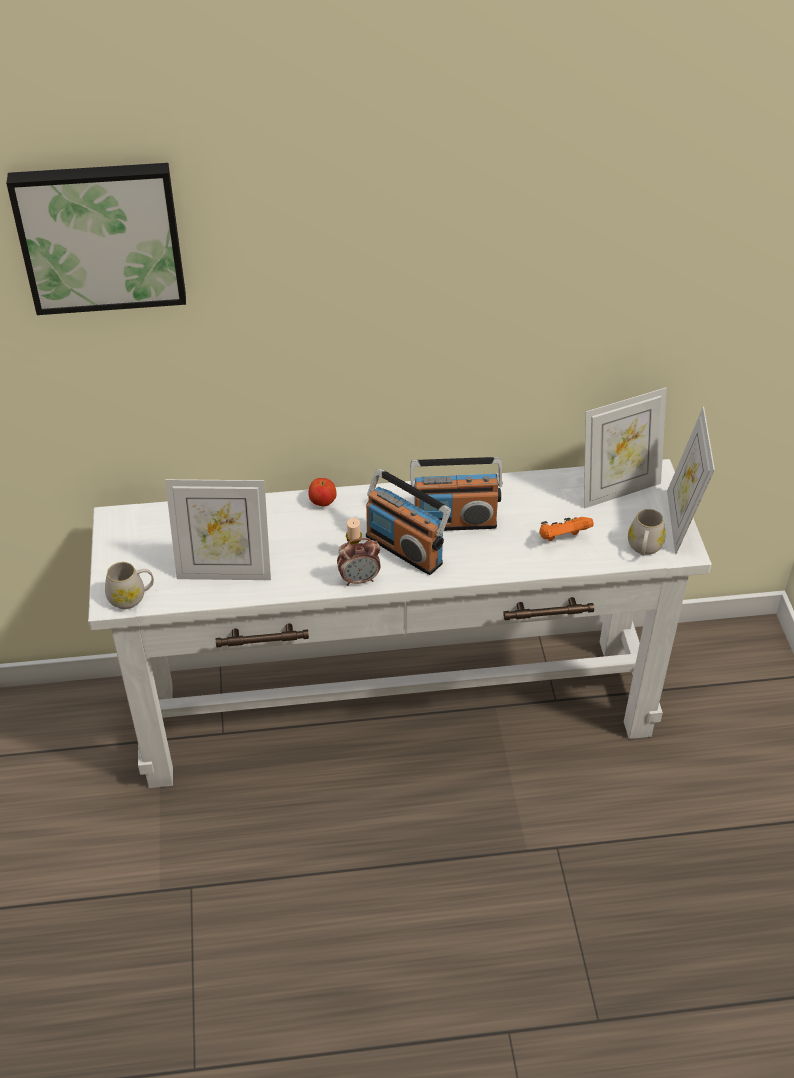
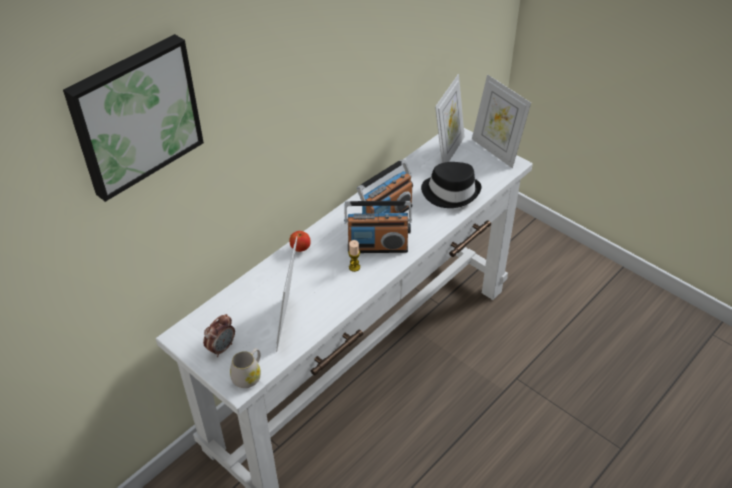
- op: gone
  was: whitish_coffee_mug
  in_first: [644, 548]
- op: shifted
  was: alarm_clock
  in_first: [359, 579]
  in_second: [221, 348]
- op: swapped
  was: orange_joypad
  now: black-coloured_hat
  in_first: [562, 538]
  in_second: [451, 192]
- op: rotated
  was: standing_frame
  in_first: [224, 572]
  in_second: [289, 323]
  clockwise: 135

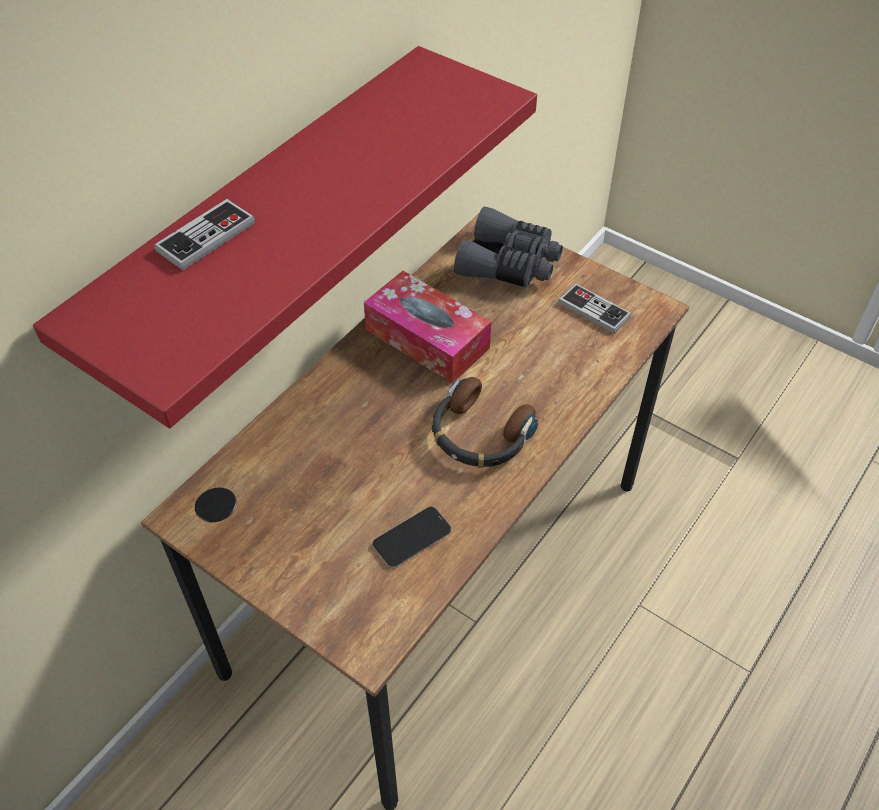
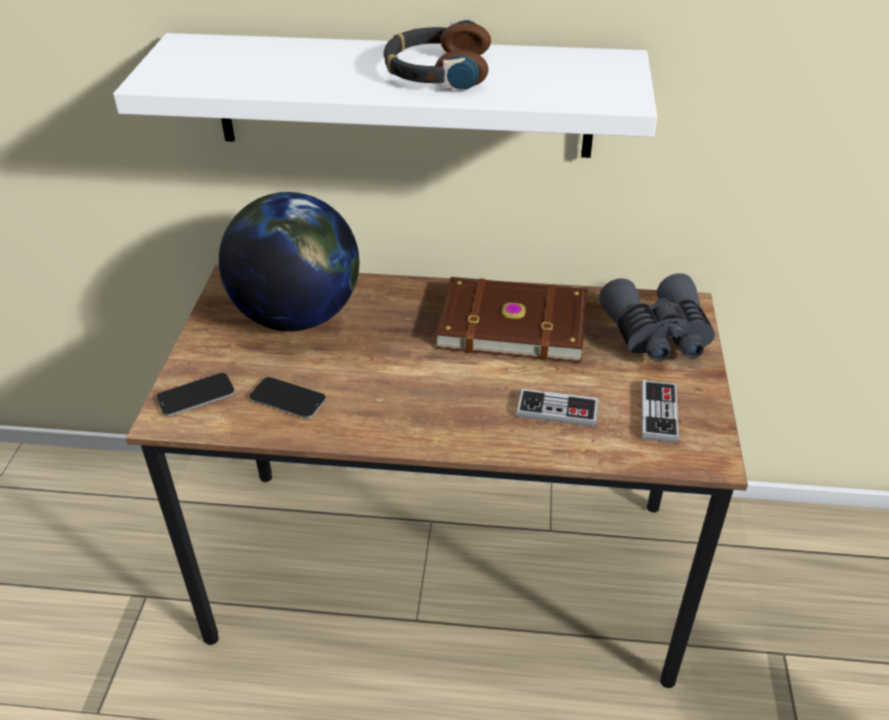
- op: new
  now: handset
  in_second: [196, 396]
- op: new
  now: desk_globe
  in_second: [297, 315]
- op: shifted
  was: joypad
  in_first: [206, 237]
  in_second: [557, 410]
- op: shifted
  was: headphones
  in_first: [479, 434]
  in_second: [436, 71]
- op: swapped
  was: tissue_holder
  now: brownish_book
  in_first: [427, 339]
  in_second: [512, 323]
- op: repainted
  was: red-coloured_shelf
  now: whitish_shelf
  in_first: [261, 216]
  in_second: [403, 96]

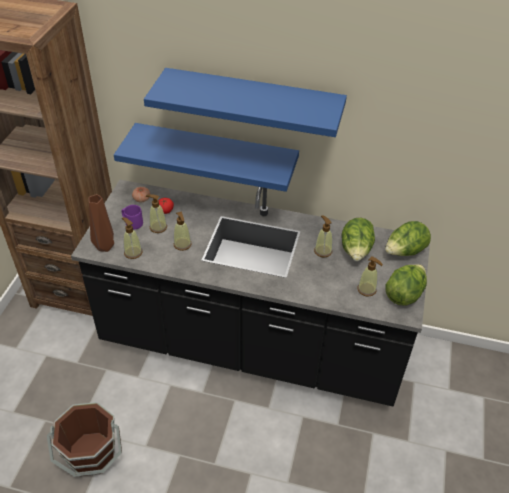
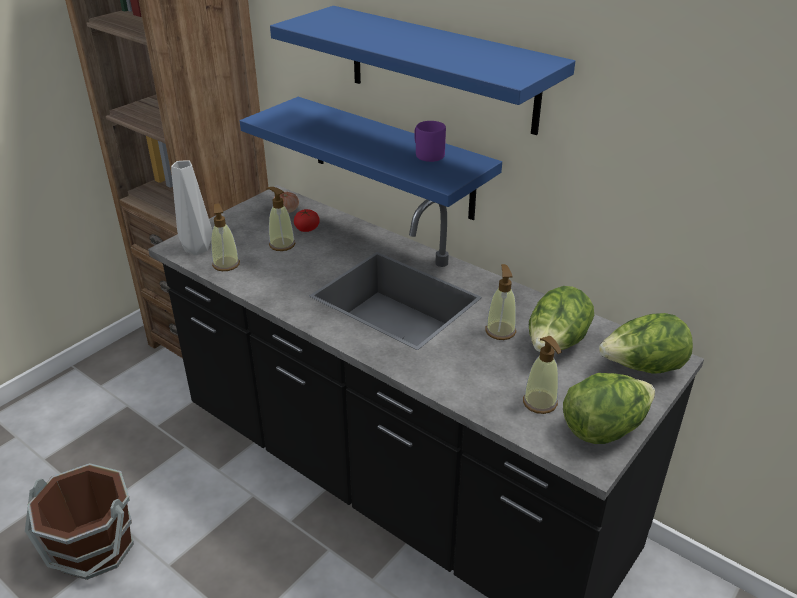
- op: gone
  was: soap_bottle
  in_first: [182, 244]
- op: shifted
  was: purple-coloured_coffee_mug
  in_first: [132, 223]
  in_second: [427, 154]
- op: repainted
  was: brownish_flower_vase
  now: grey_flower_vase
  in_first: [106, 246]
  in_second: [198, 249]

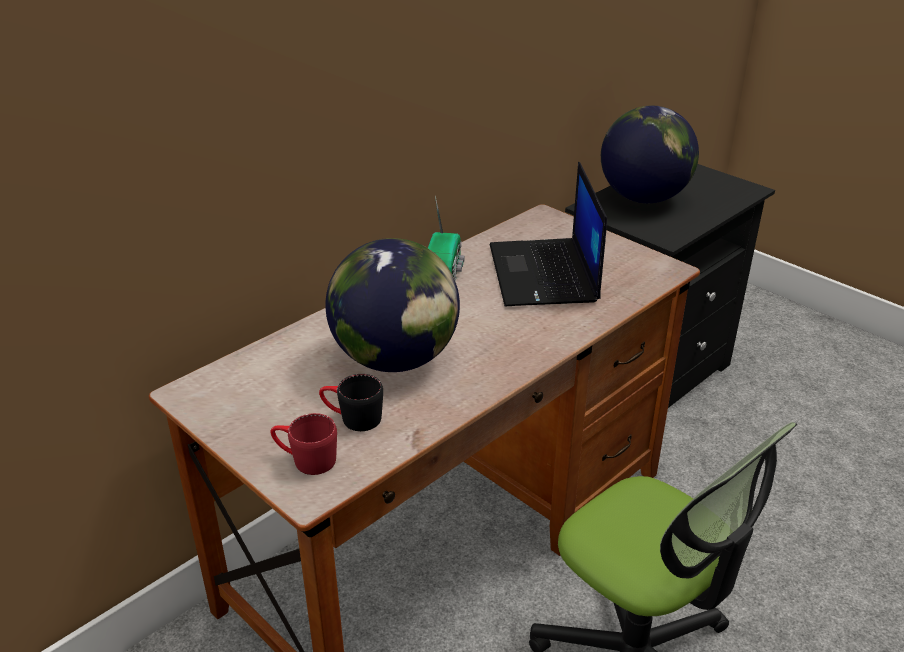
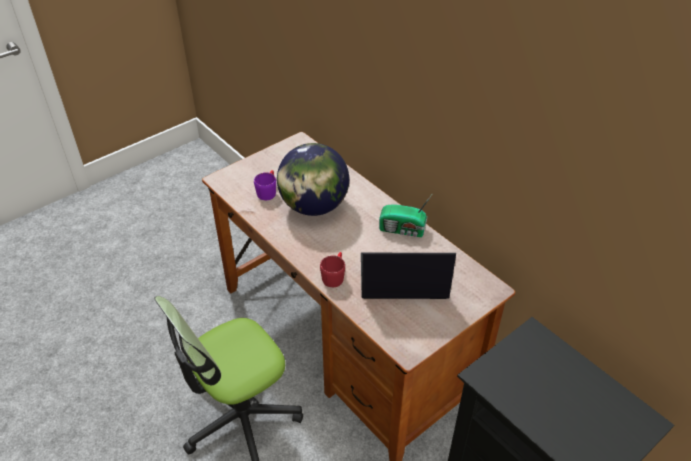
- op: gone
  was: desk_globe
  in_first: [643, 198]
- op: shifted
  was: red-coloured_coffee_mug
  in_first: [305, 459]
  in_second: [334, 275]
- op: repainted
  was: black-coloured_coffee_mug
  now: purple-coloured_coffee_mug
  in_first: [352, 418]
  in_second: [268, 191]

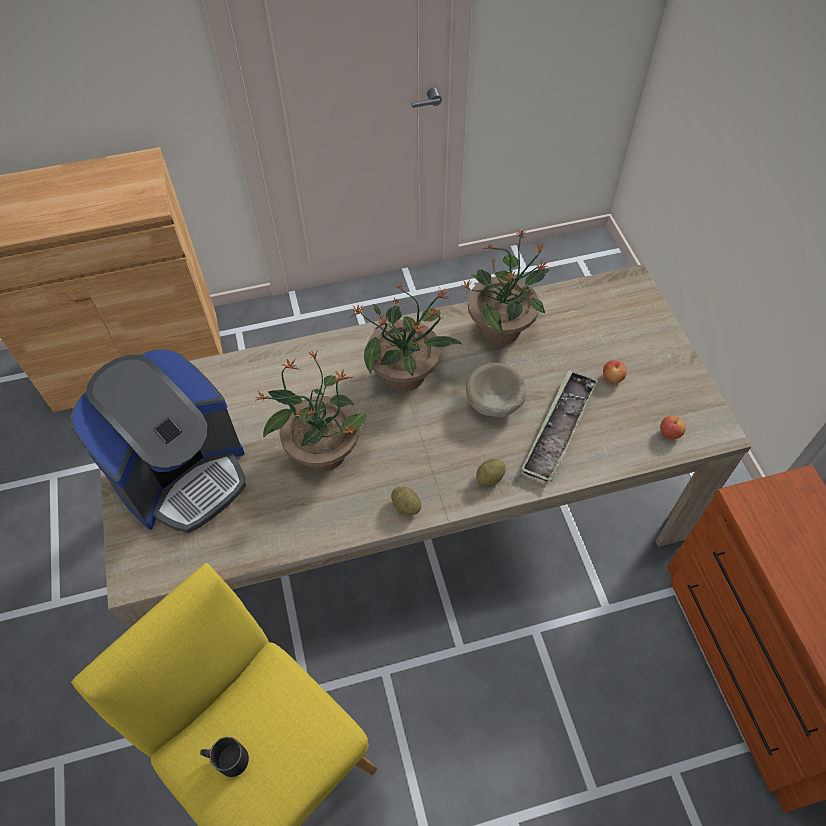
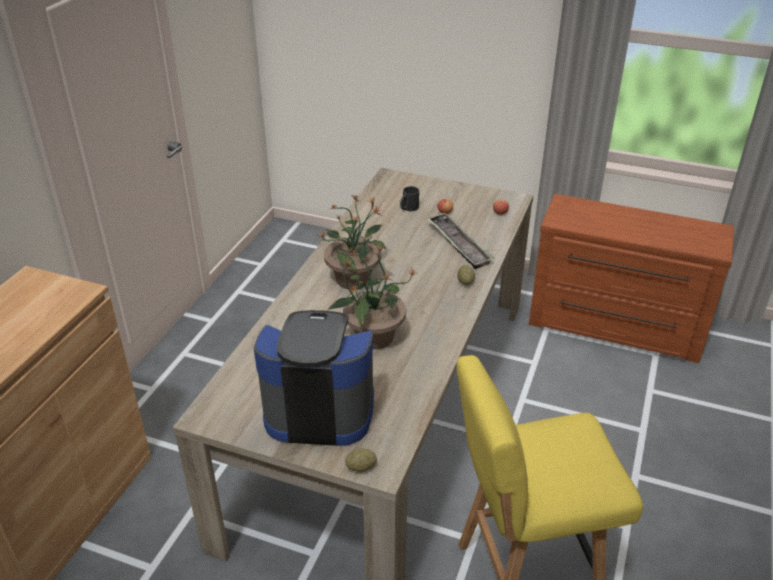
- op: gone
  was: houseplant
  in_first: [501, 328]
- op: gone
  was: sand-coloured_serving_bowl
  in_first: [493, 403]
- op: shifted
  was: black-coloured_coffee_mug
  in_first: [226, 759]
  in_second: [408, 208]
- op: shifted
  was: whole_potato
  in_first: [406, 506]
  in_second: [361, 467]
- op: rotated
  was: coffee_machine
  in_first: [182, 474]
  in_second: [319, 410]
  clockwise: -75

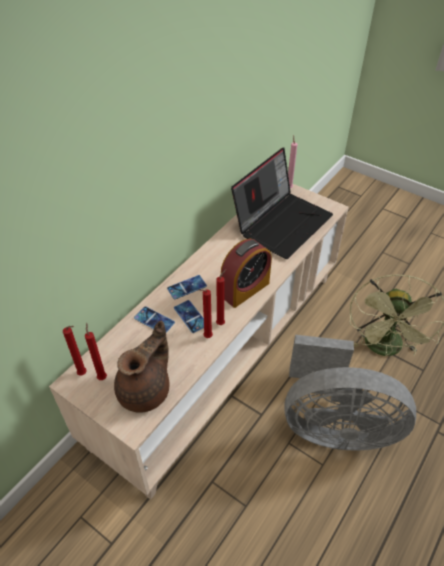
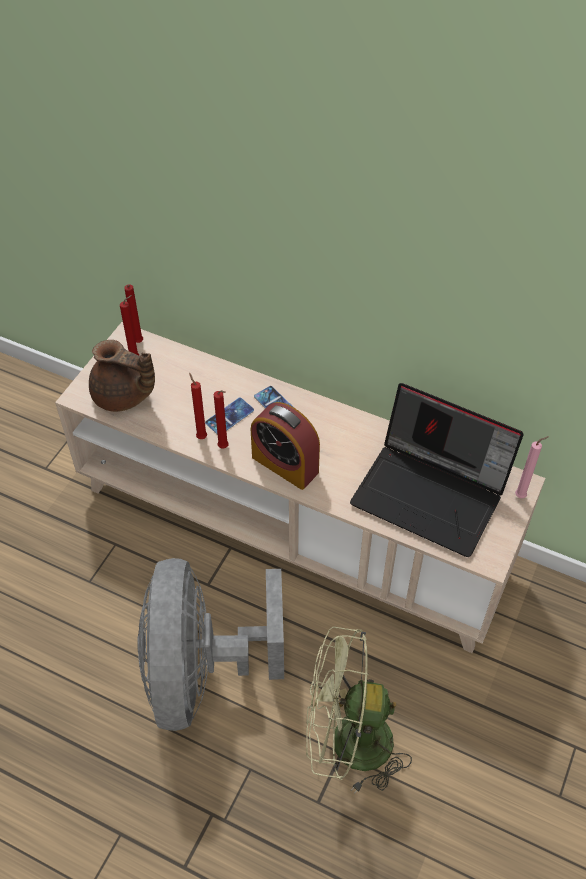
- op: gone
  was: handset
  in_first: [154, 320]

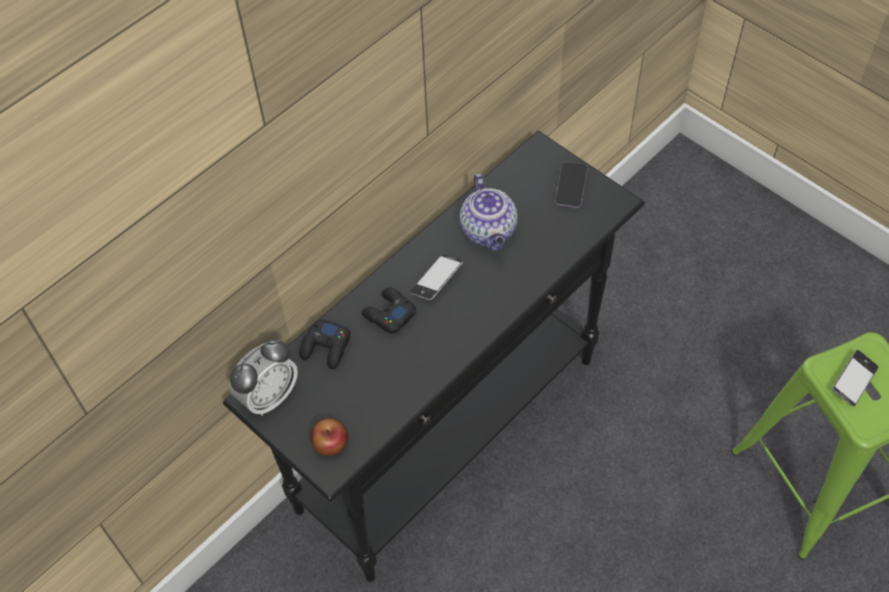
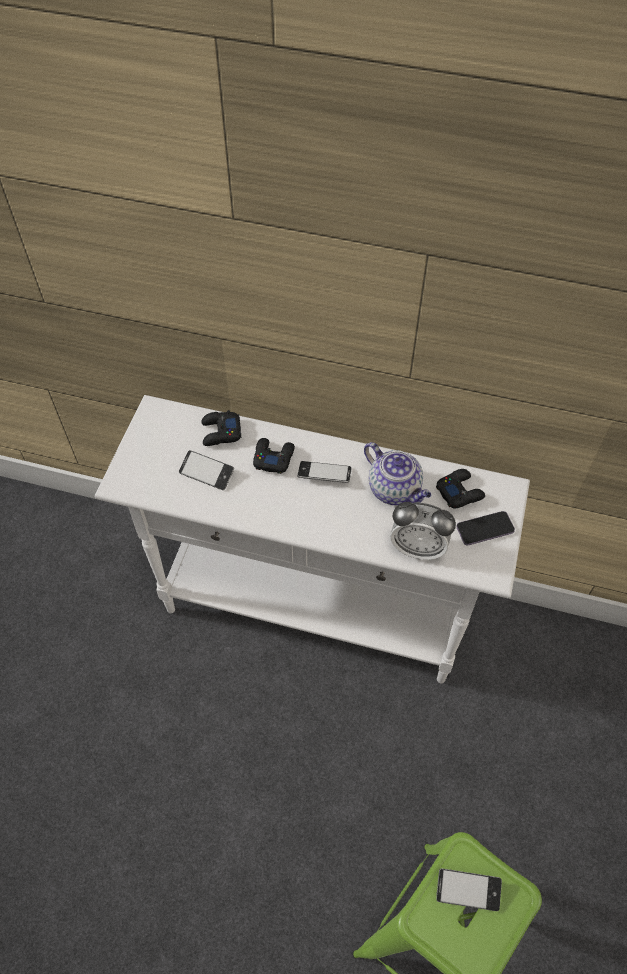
- op: gone
  was: whole_apple
  in_first: [330, 443]
- op: new
  now: handset
  in_second: [206, 473]
- op: new
  now: black-coloured_joypad
  in_second: [459, 492]
- op: shifted
  was: alarm_clock
  in_first: [269, 396]
  in_second: [418, 547]
- op: repainted
  was: black-coloured_console_table
  now: whitish_console_table
  in_first: [449, 433]
  in_second: [315, 607]
- op: rotated
  was: pot_for_tea
  in_first: [489, 231]
  in_second: [395, 489]
  clockwise: -90

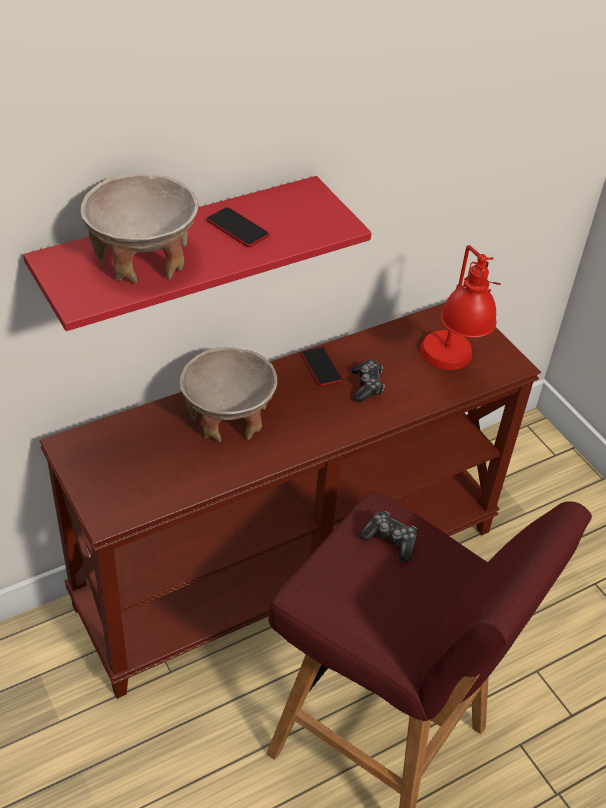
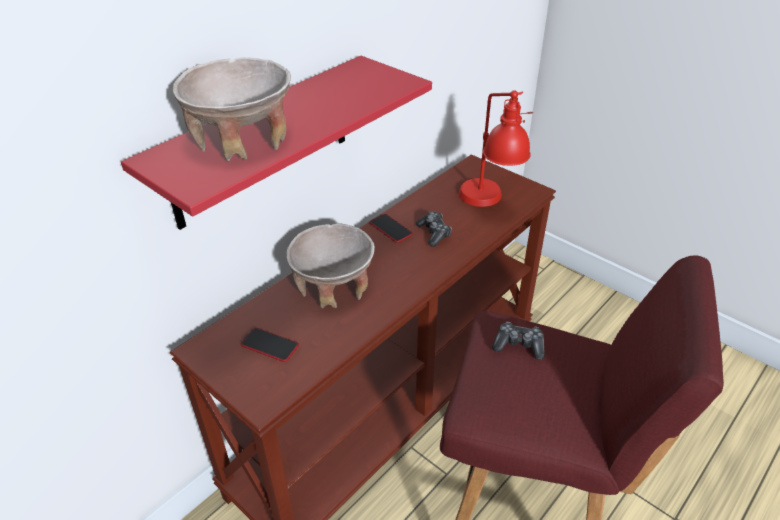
- op: shifted
  was: handset
  in_first: [237, 228]
  in_second: [269, 345]

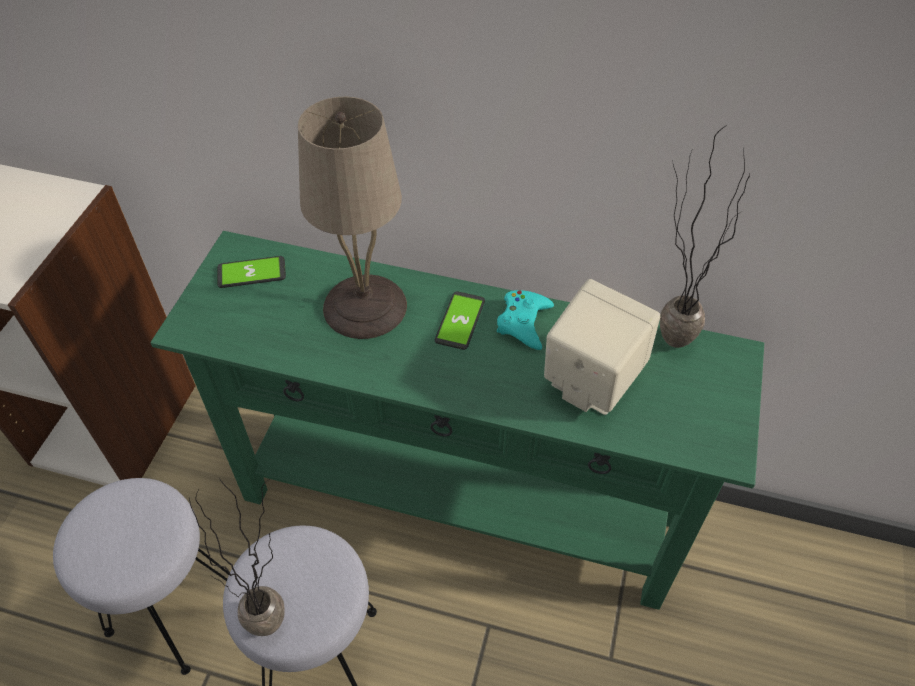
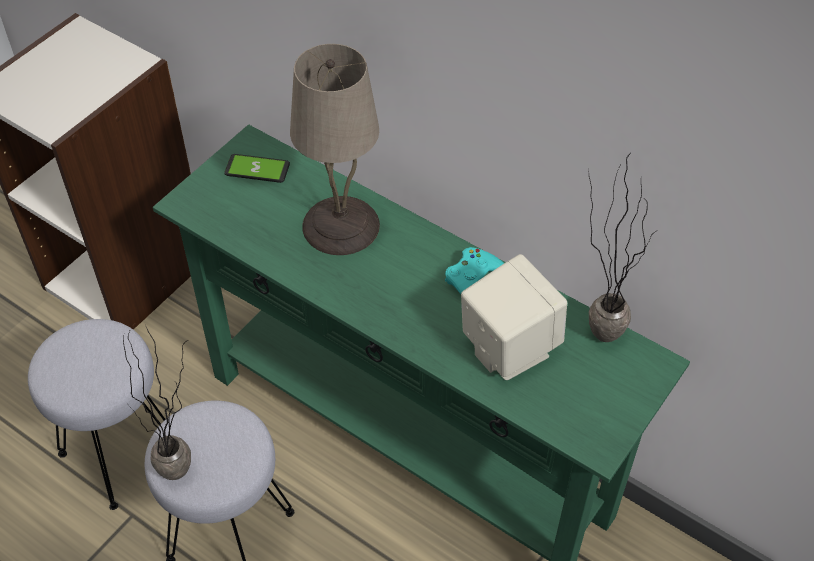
- op: gone
  was: handset
  in_first: [460, 321]

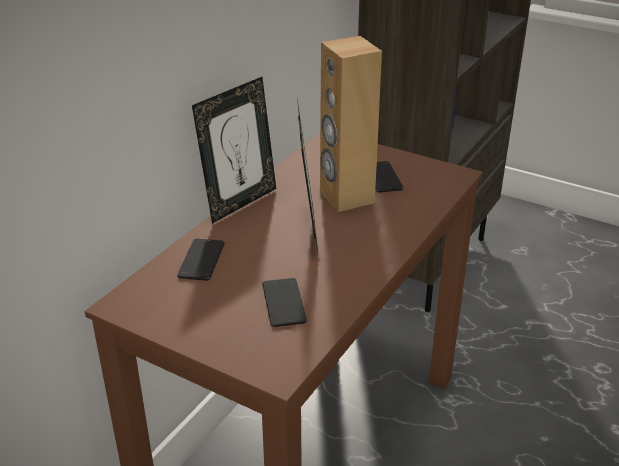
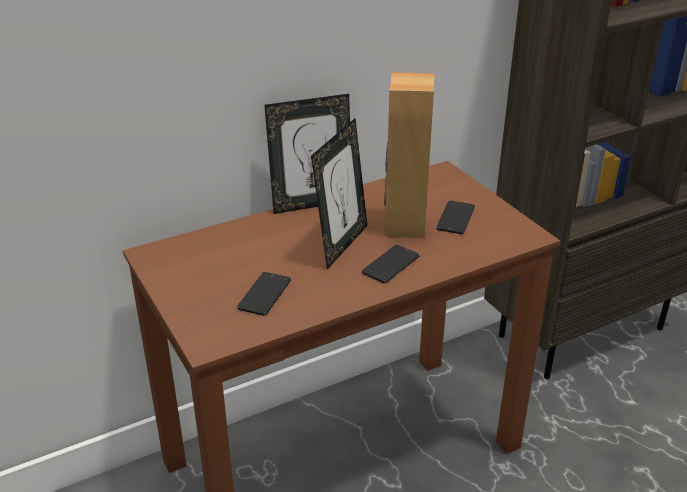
- op: shifted
  was: handset
  in_first: [201, 260]
  in_second: [390, 264]

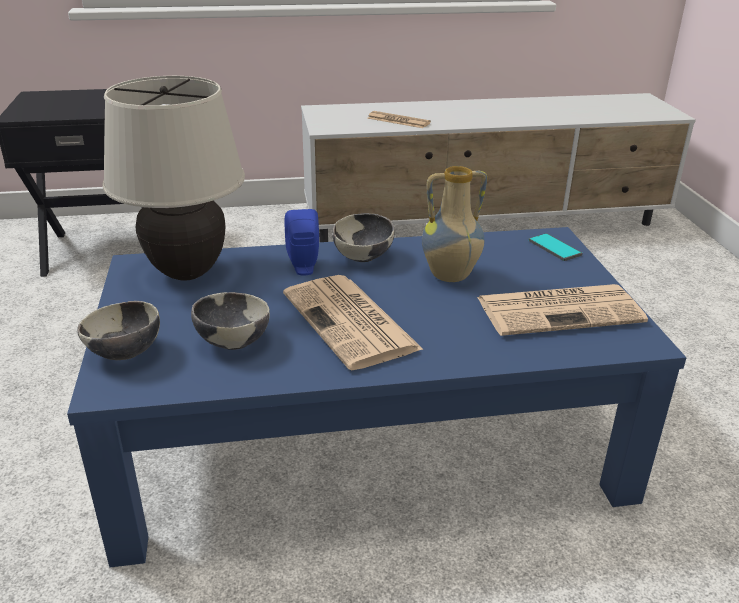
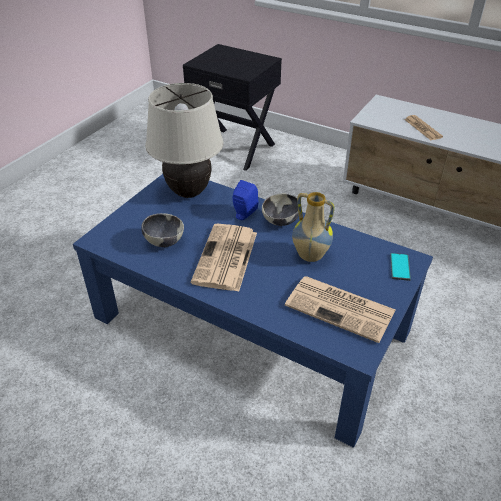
- op: gone
  was: serving_bowl
  in_first: [125, 353]

